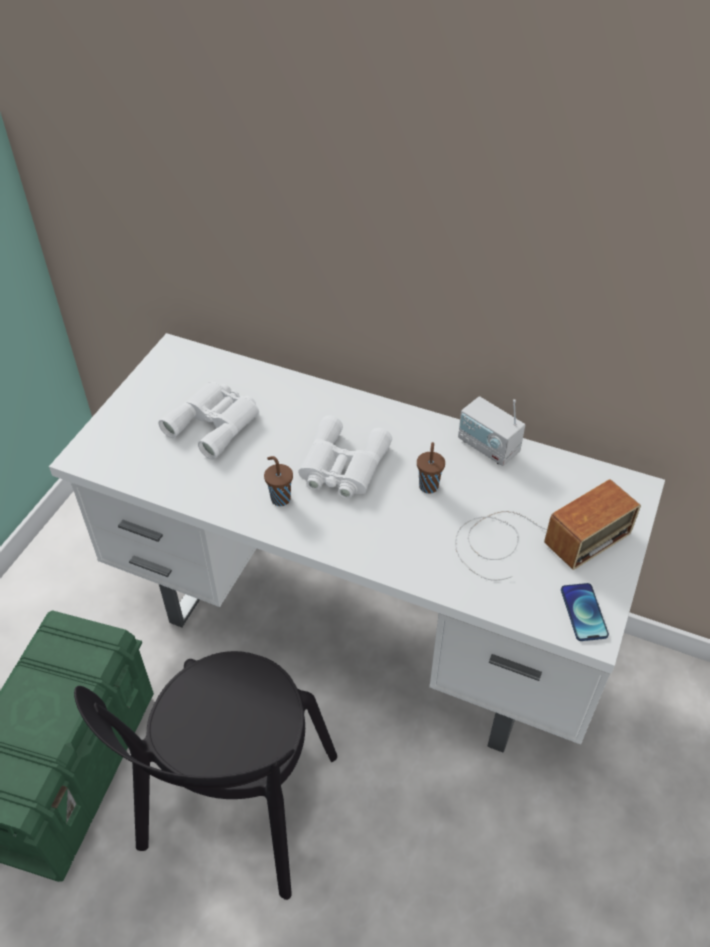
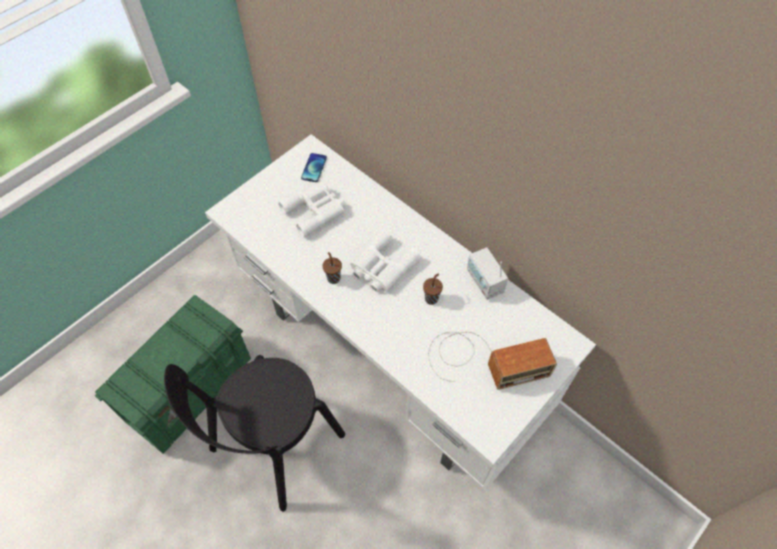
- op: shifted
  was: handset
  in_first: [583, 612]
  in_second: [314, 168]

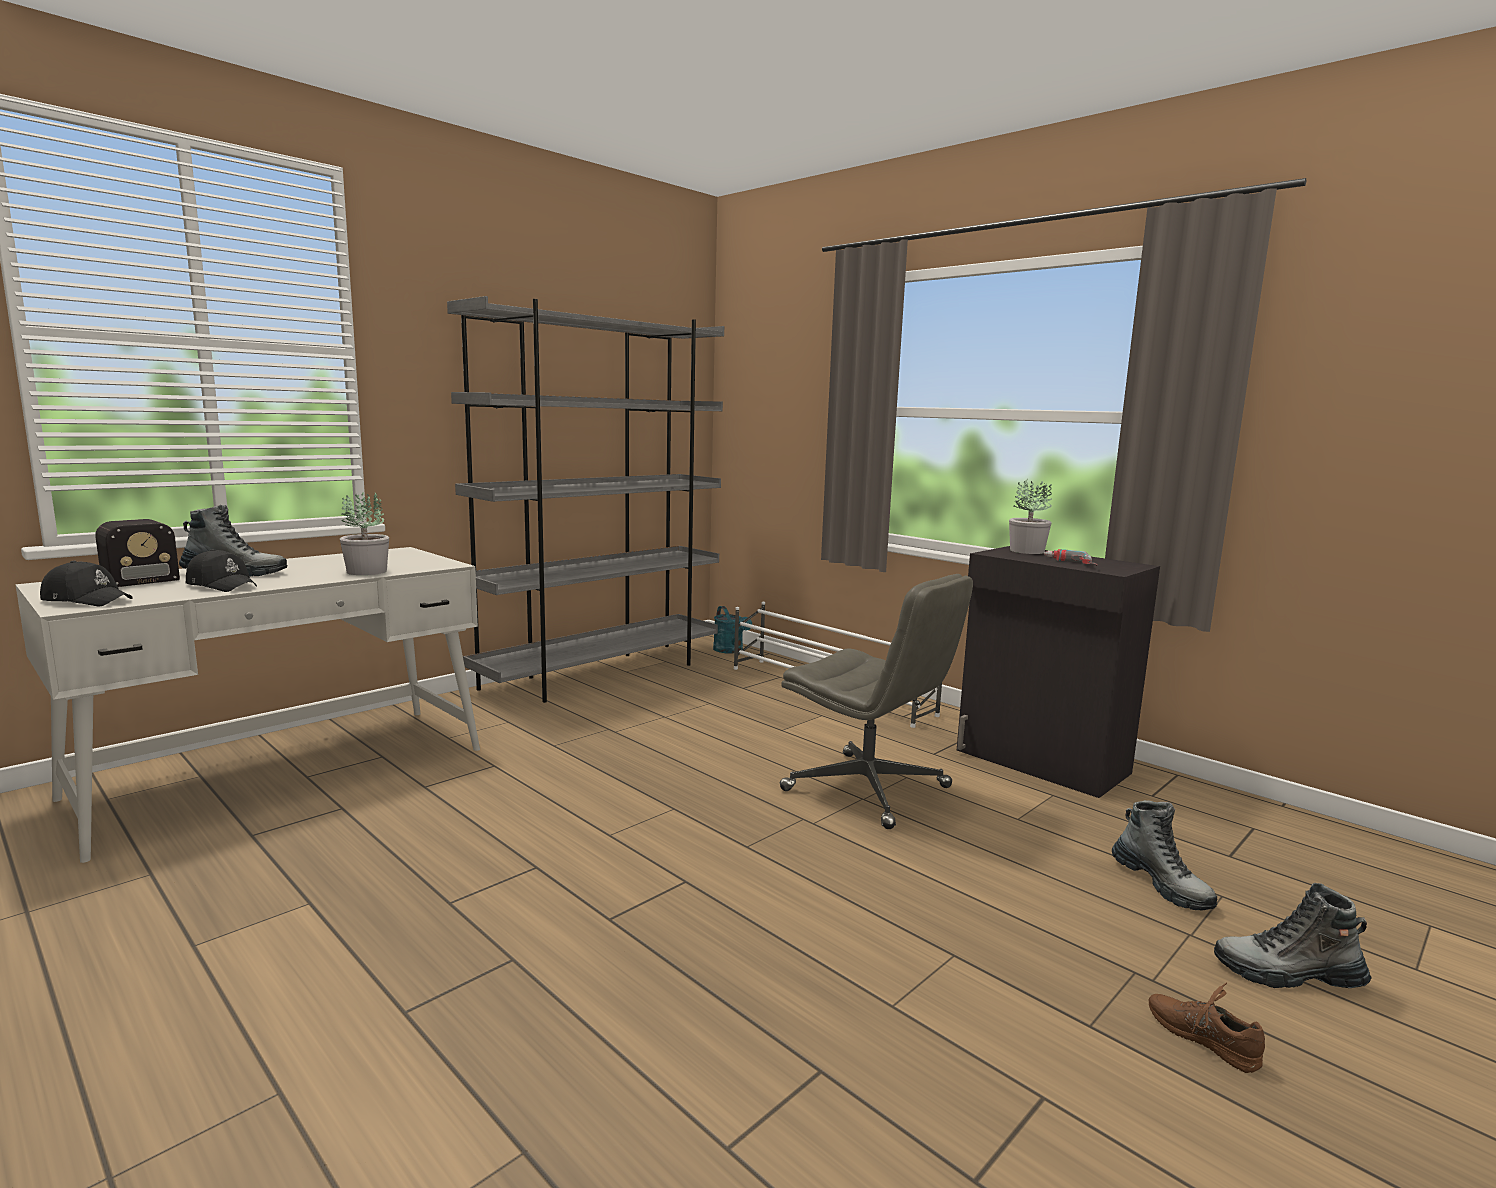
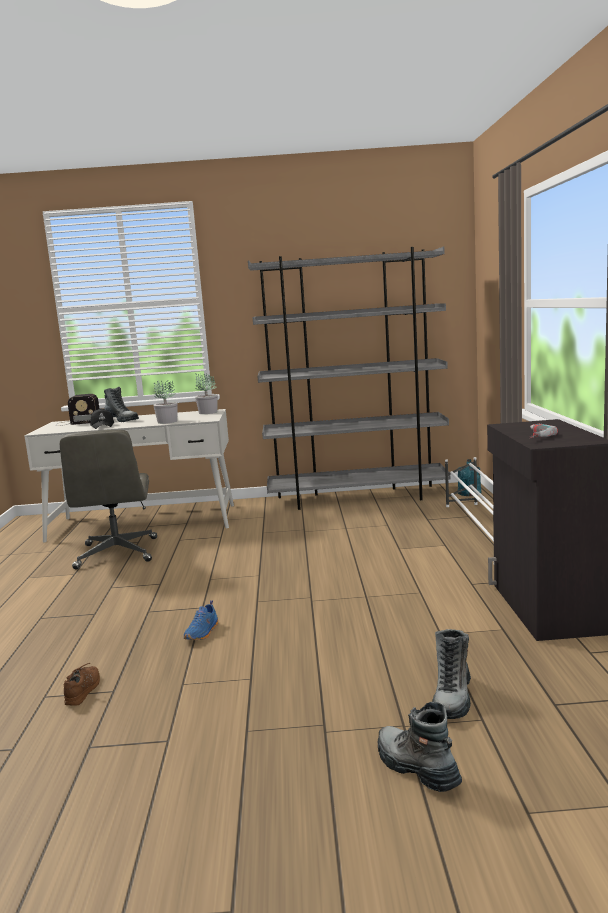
- op: gone
  was: black-coloured_peaked_cap
  in_first: [87, 600]
- op: new
  now: blue_shoe
  in_second: [203, 633]
- op: shifted
  was: grey_computer_chair
  in_first: [868, 789]
  in_second: [117, 553]
- op: shifted
  was: houseplant
  in_first: [1027, 551]
  in_second: [207, 412]
- op: shifted
  was: brownish_shoe
  in_first: [1202, 1037]
  in_second: [83, 690]

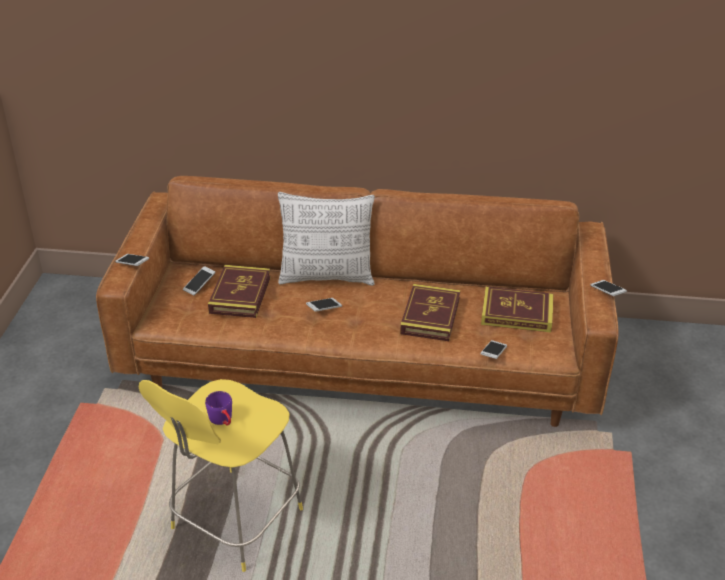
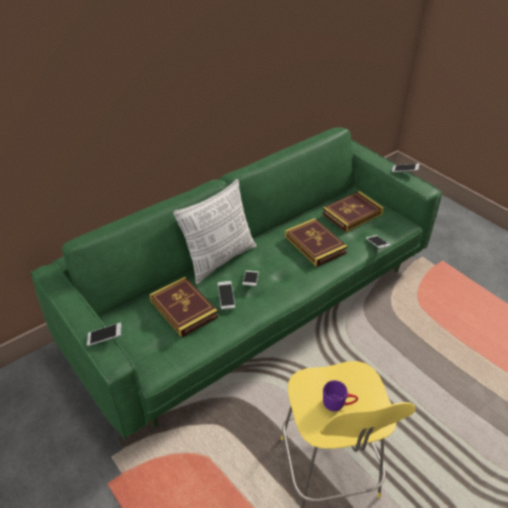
- op: shifted
  was: handset
  in_first: [199, 285]
  in_second: [226, 298]
- op: repainted
  was: brownish_sofa
  now: green-coloured_sofa
  in_first: [362, 358]
  in_second: [254, 304]

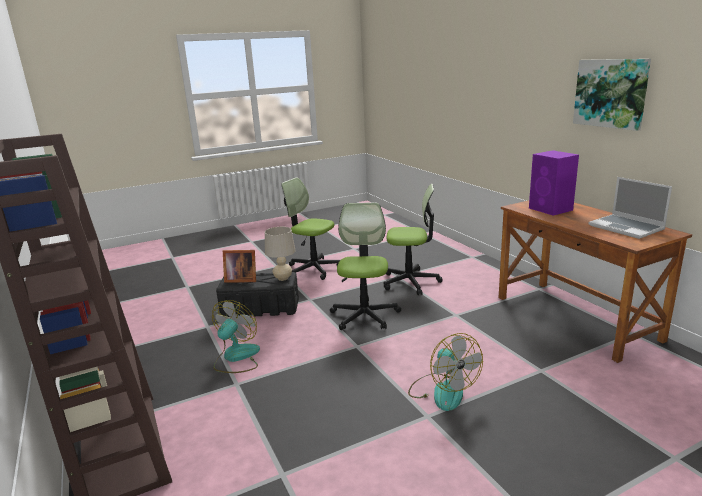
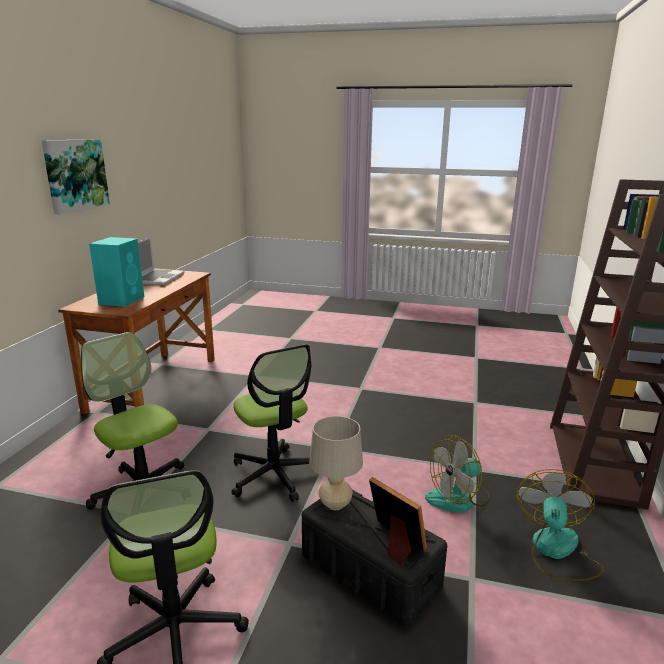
- op: shifted
  was: electric_fan
  in_first: [442, 391]
  in_second: [556, 551]
- op: repainted
  was: purple-coloured_audio_speaker
  now: blue-green_audio_speaker
  in_first: [551, 209]
  in_second: [122, 300]
- op: rotated
  was: computer_chair
  in_first: [364, 316]
  in_second: [275, 475]
  clockwise: -75

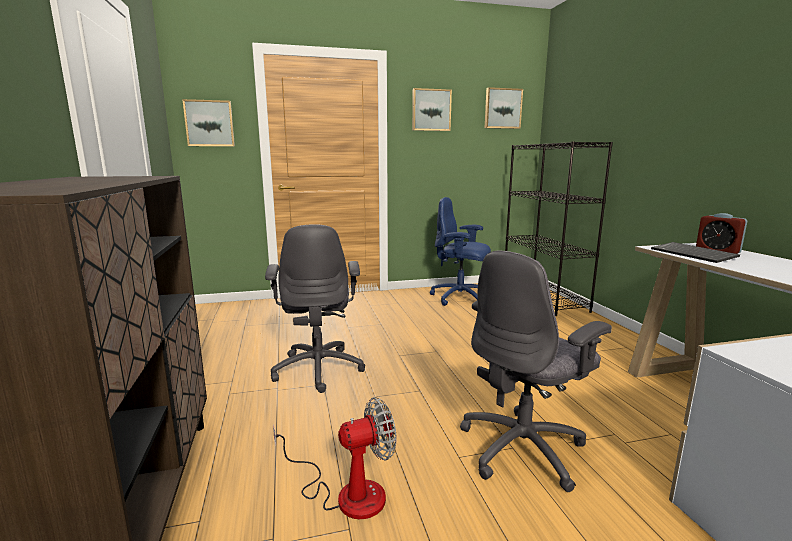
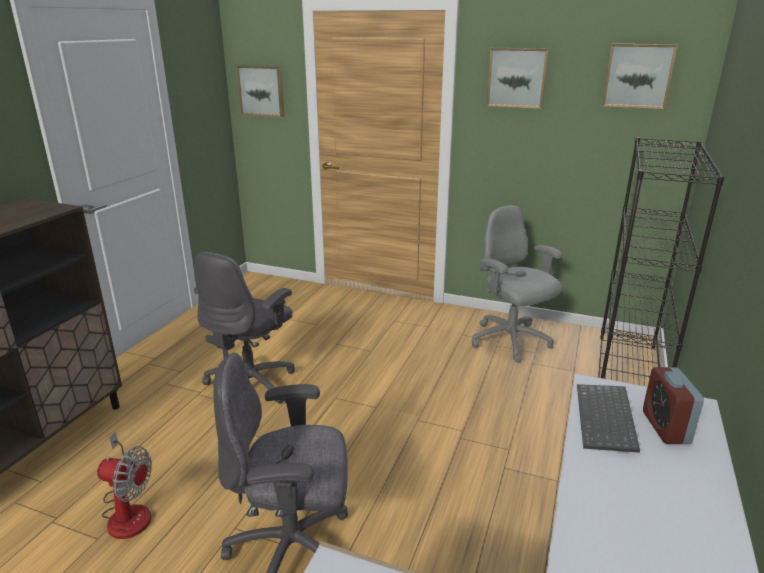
- op: repainted
  was: blue_computer_chair
  now: grey_computer_chair
  in_first: [460, 298]
  in_second: [510, 341]

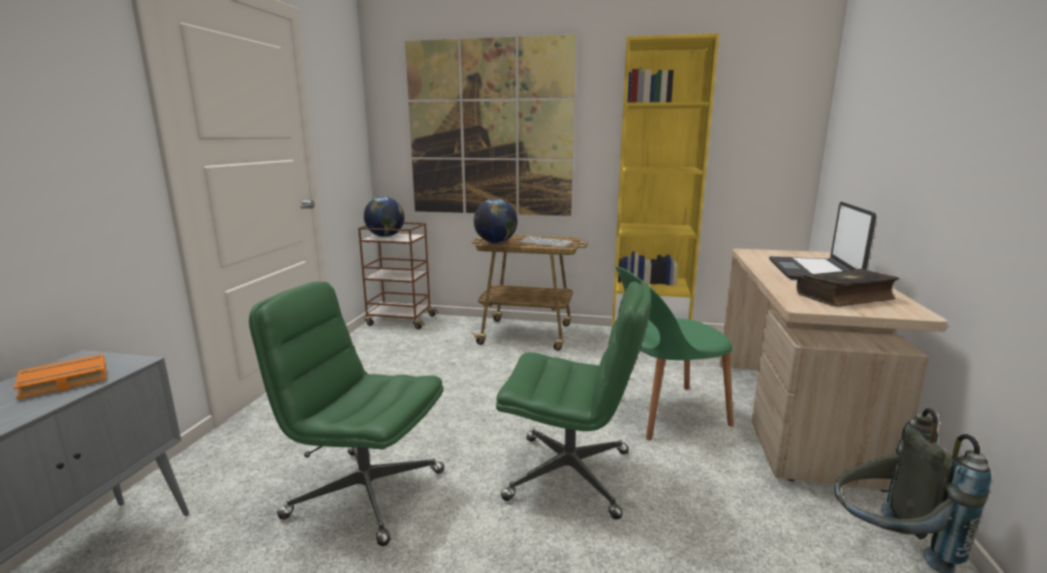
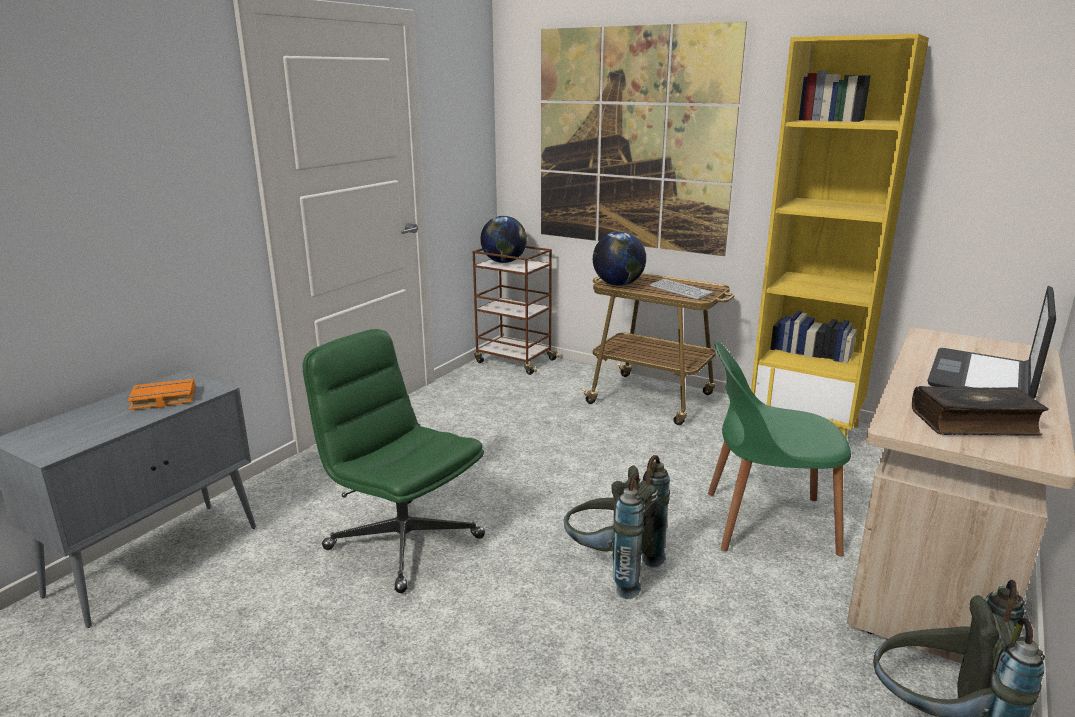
- op: swapped
  was: green-coloured_computer_chair
  now: grey_knapsack
  in_first: [571, 475]
  in_second: [611, 569]

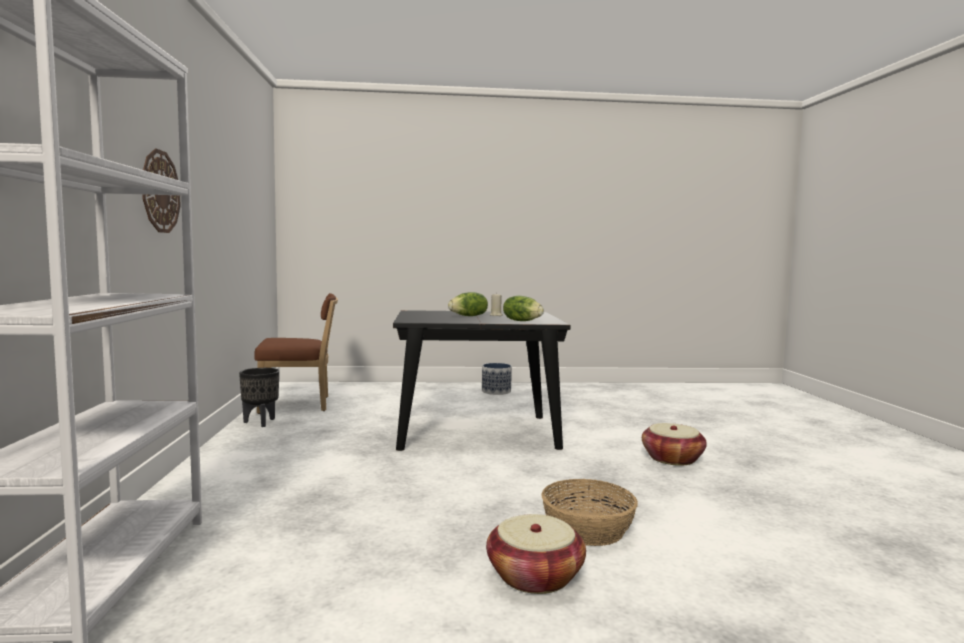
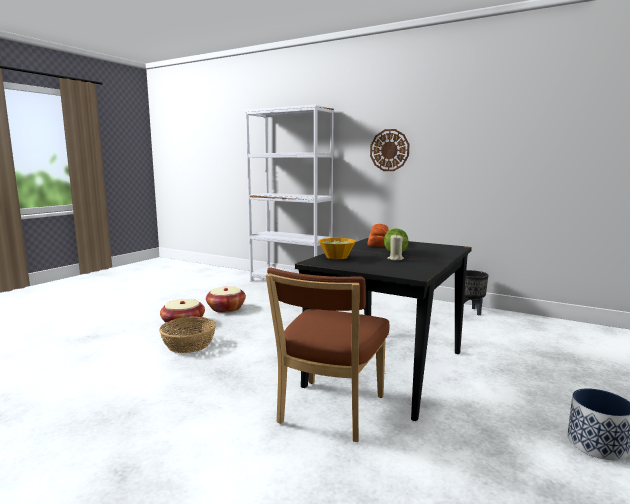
- op: new
  now: bread
  in_second: [379, 243]
- op: shifted
  was: brownish_chair
  in_first: [299, 405]
  in_second: [329, 412]
- op: shifted
  was: storage_basket
  in_first: [672, 459]
  in_second: [226, 308]
- op: swapped
  was: lettuce
  now: serving_bowl
  in_first: [522, 321]
  in_second: [337, 257]

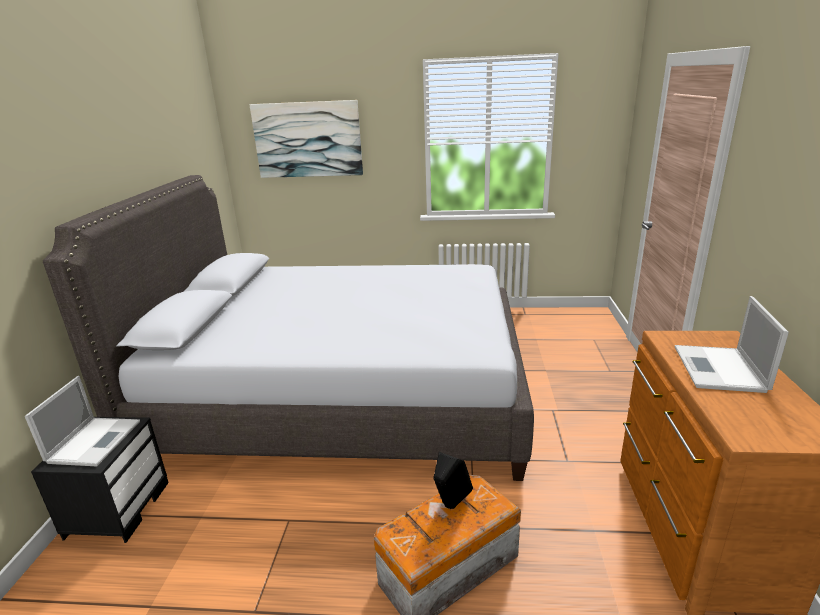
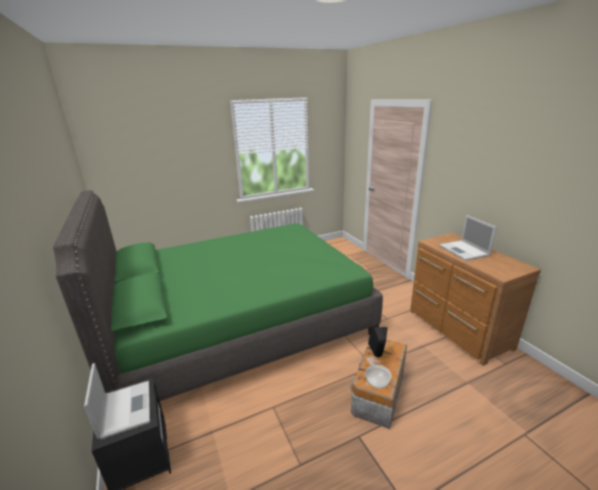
- op: gone
  was: picture
  in_first: [308, 139]
- op: new
  now: serving_bowl
  in_second: [377, 381]
- op: repainted
  was: grey_bedroom_bed
  now: green-coloured_bedroom_bed
  in_first: [343, 396]
  in_second: [240, 324]

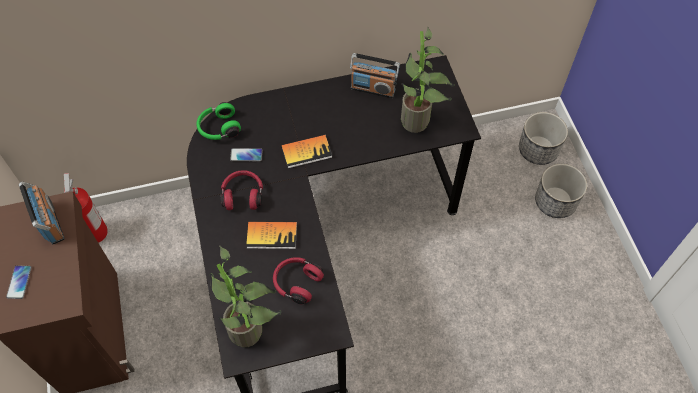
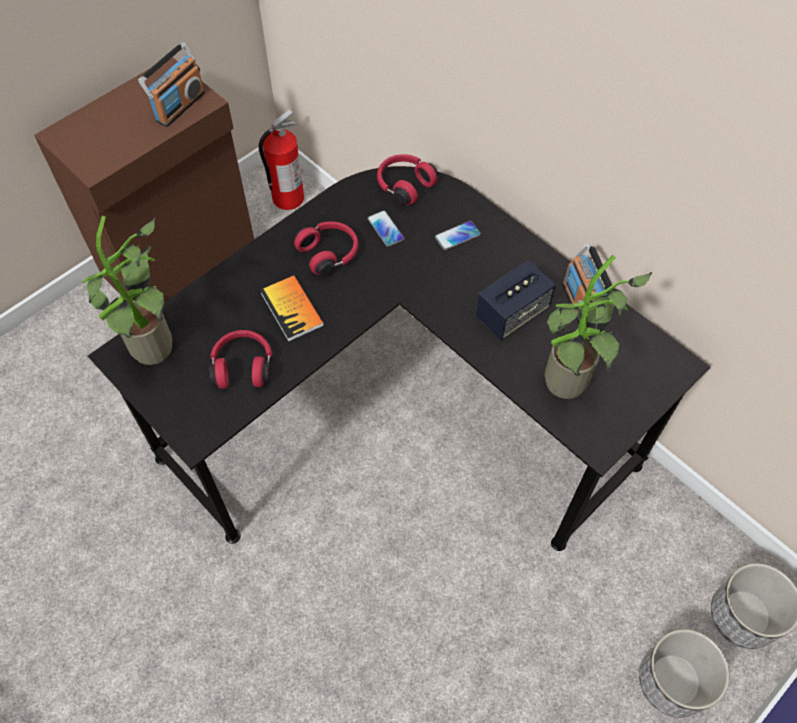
- op: gone
  was: book
  in_first: [306, 152]
- op: new
  now: audio_speaker
  in_second: [512, 313]
- op: shifted
  was: handset
  in_first: [19, 282]
  in_second: [457, 236]
- op: repainted
  was: green-coloured_headphones
  now: red-coloured_headphones
  in_first: [218, 128]
  in_second: [404, 185]

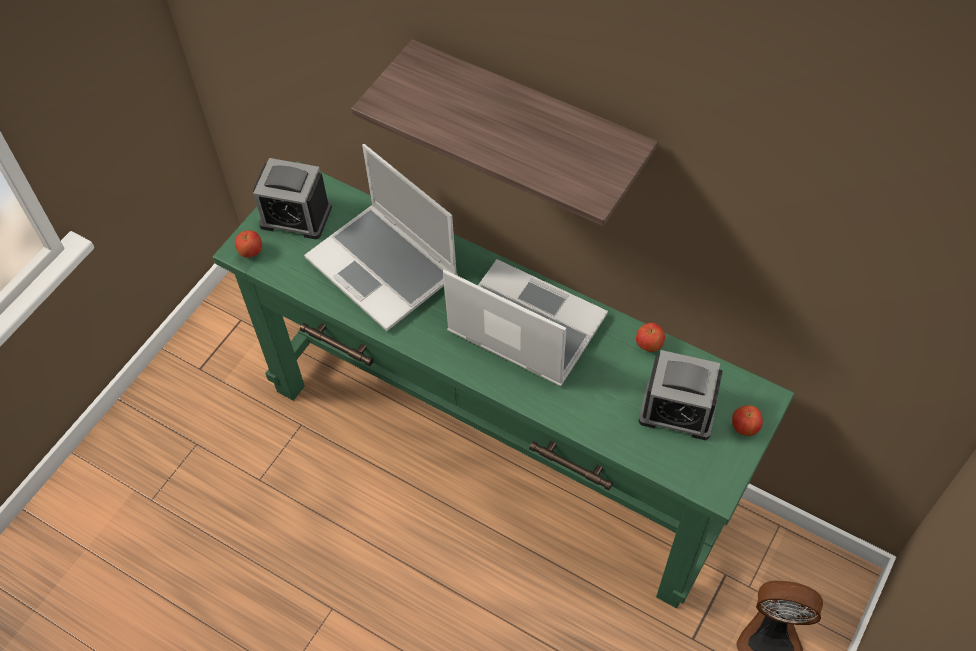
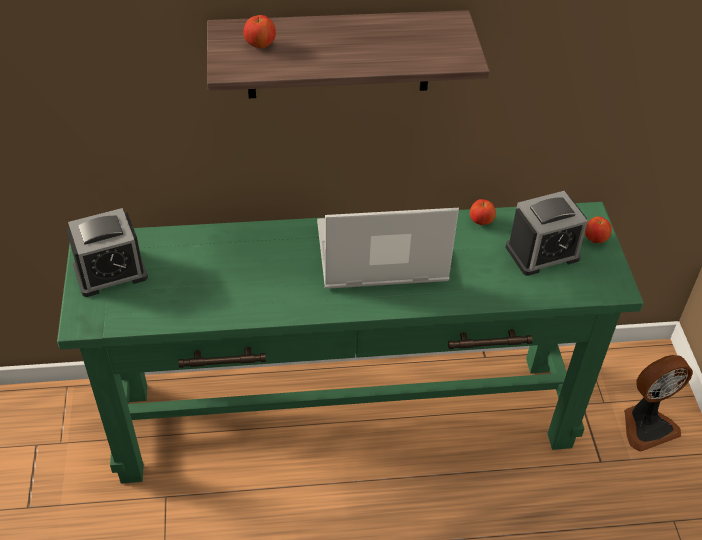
- op: gone
  was: notebook_computer
  in_first: [384, 268]
- op: shifted
  was: whole_apple
  in_first: [251, 252]
  in_second: [260, 45]

